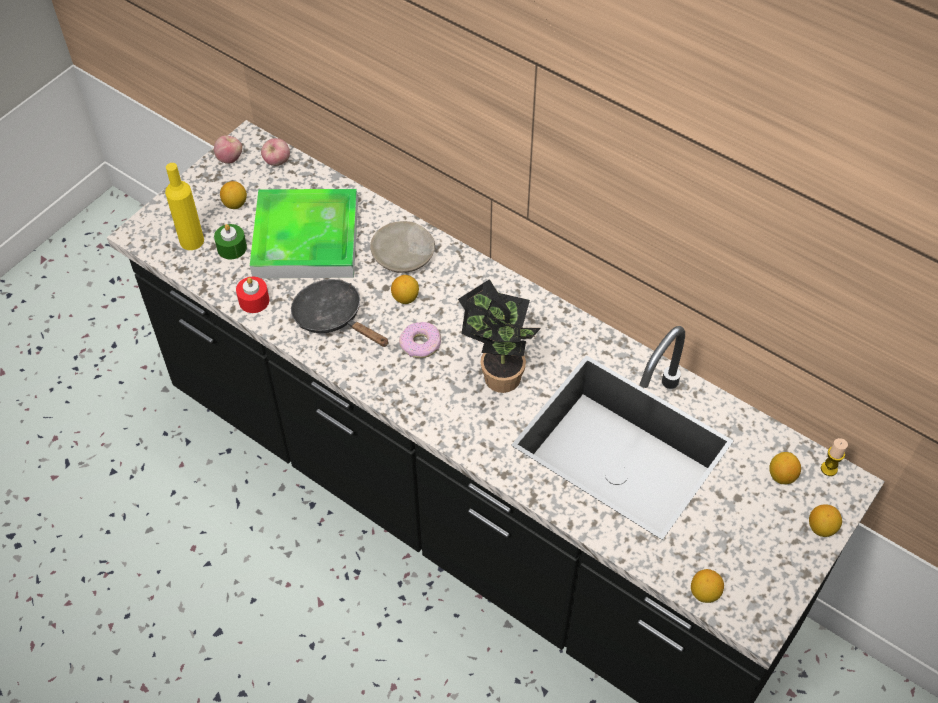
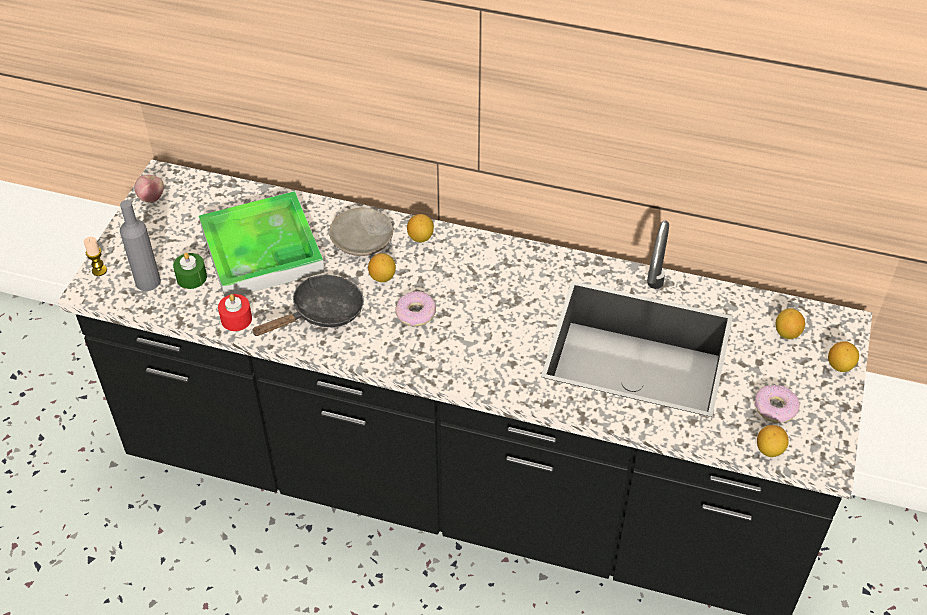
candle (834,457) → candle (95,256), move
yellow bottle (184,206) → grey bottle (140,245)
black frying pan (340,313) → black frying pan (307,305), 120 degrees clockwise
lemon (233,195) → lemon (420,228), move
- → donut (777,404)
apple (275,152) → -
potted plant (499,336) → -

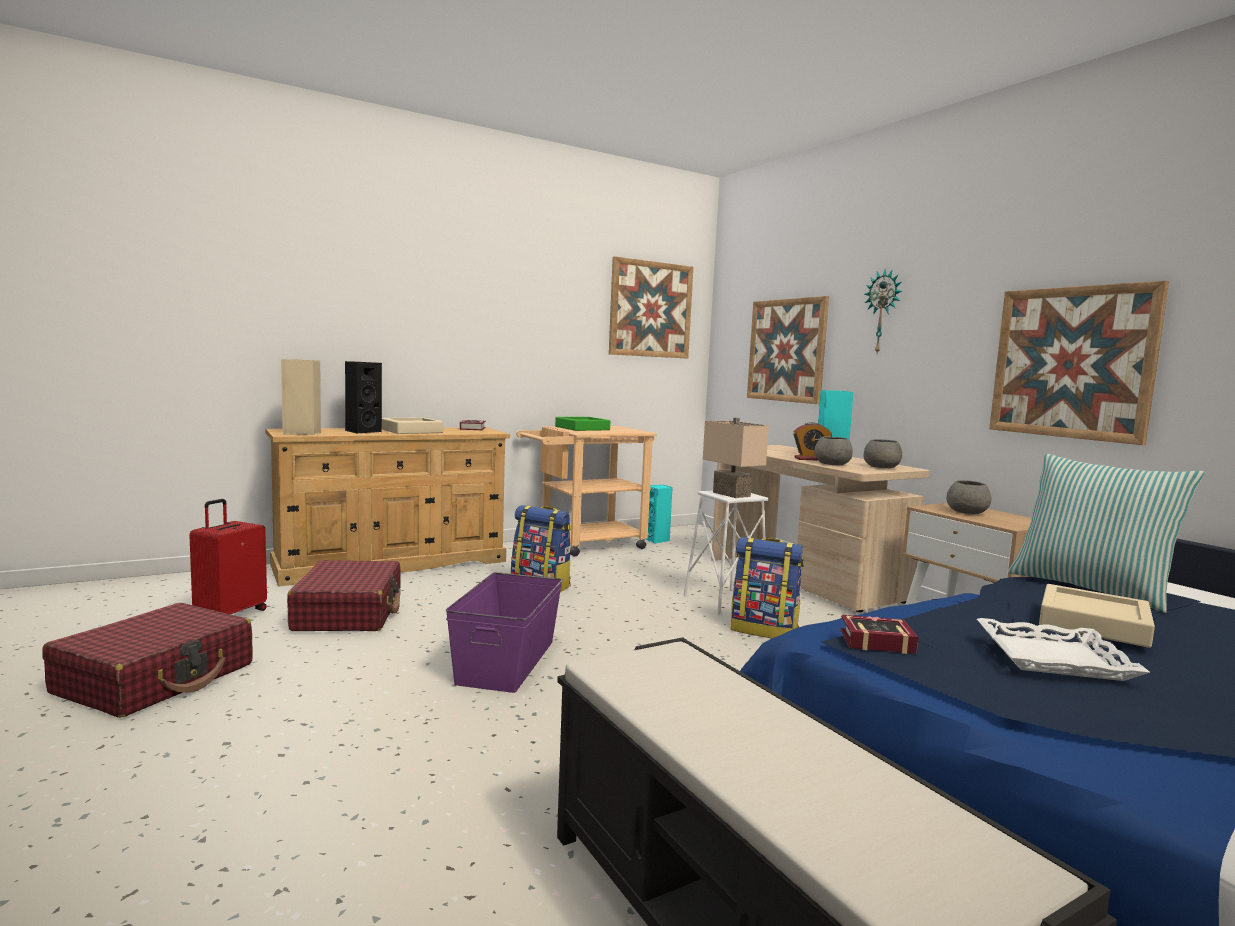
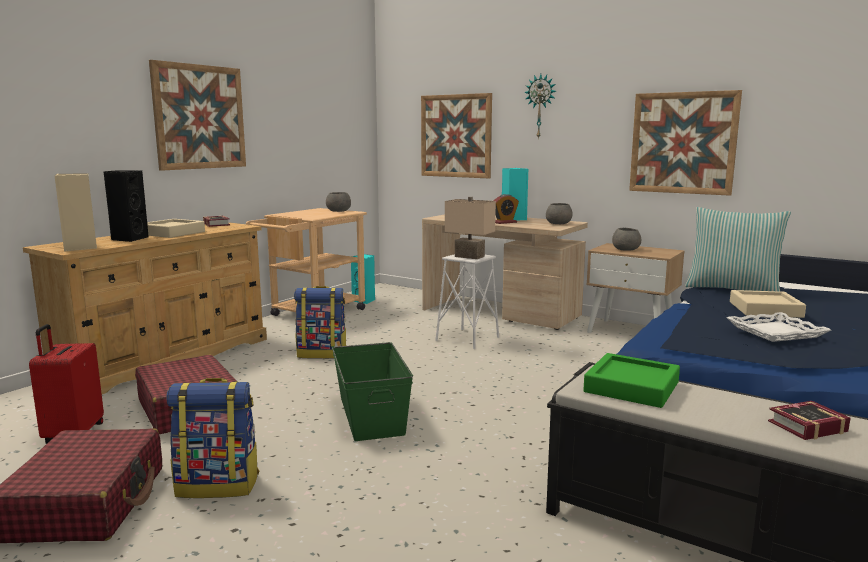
picture (651,307) → picture (197,115), move
backpack (767,587) → backpack (212,438), move
grey bowl (833,451) → grey bowl (338,202), move
purple storage box (504,632) → green storage box (372,391)
green tray (582,424) → green tray (631,380), move
book (879,634) → book (809,420), move

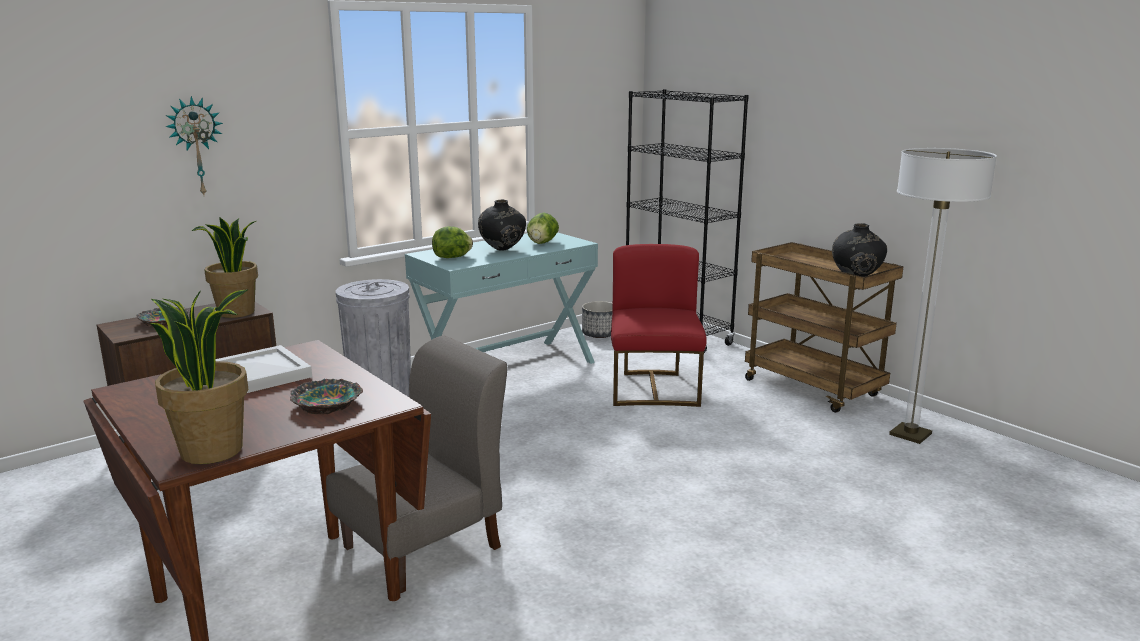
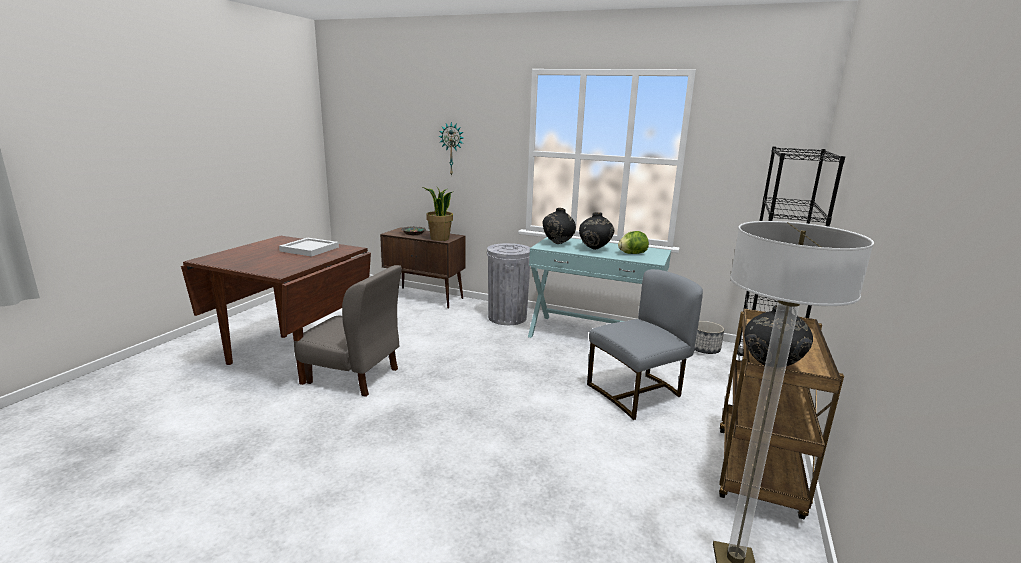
lettuce (452,242) → black vase (559,226)
red chair (659,325) → grey chair (645,344)
potted plant (199,376) → -
bowl (326,396) → -

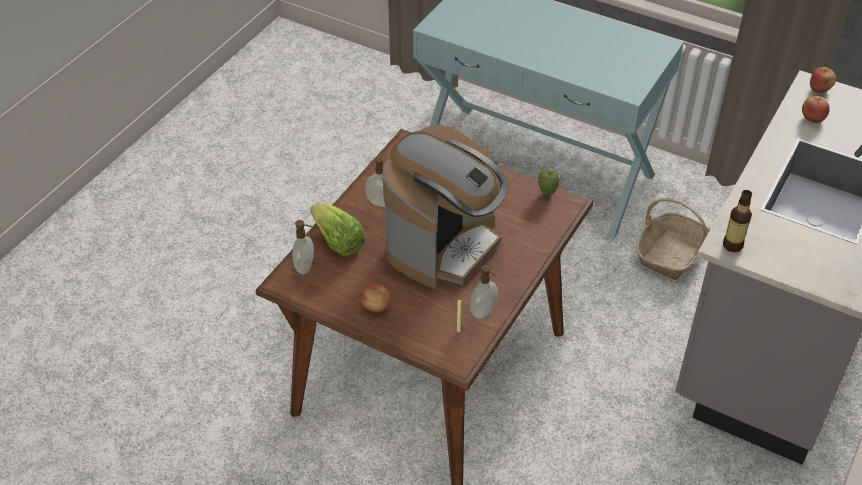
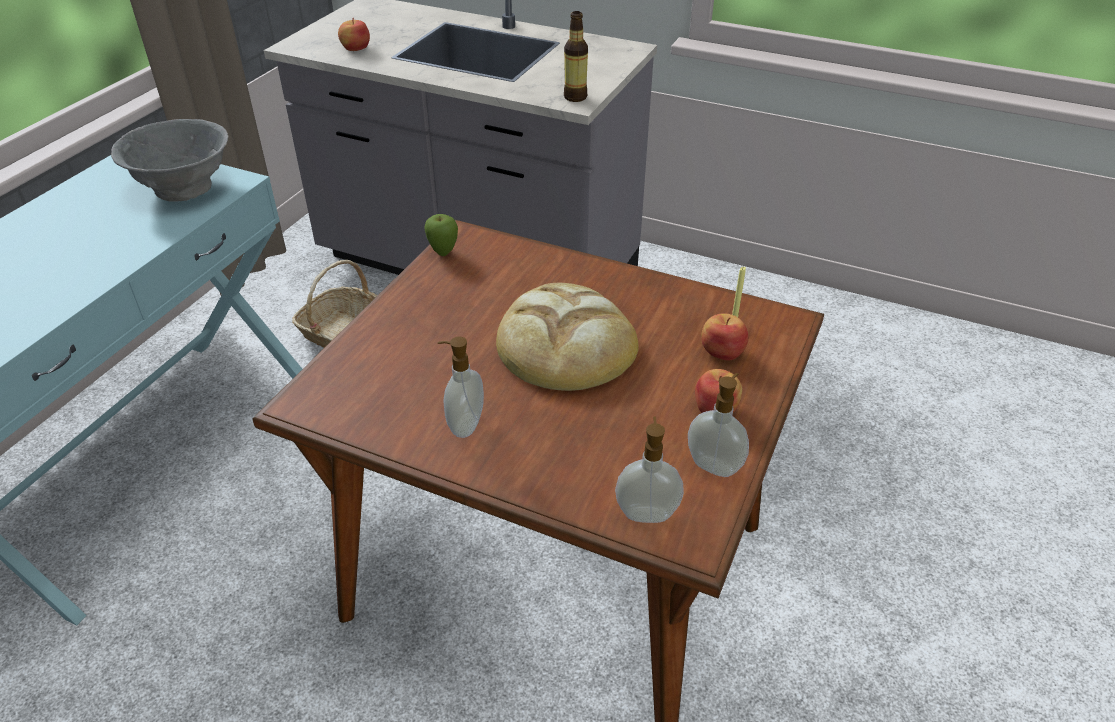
- → grey bowl (169,160)
coffee machine (445,207) → bread (567,336)
soap dispenser (484,292) → soap dispenser (718,425), move
apple (823,80) → apple (724,337), move
lettuce (338,229) → -

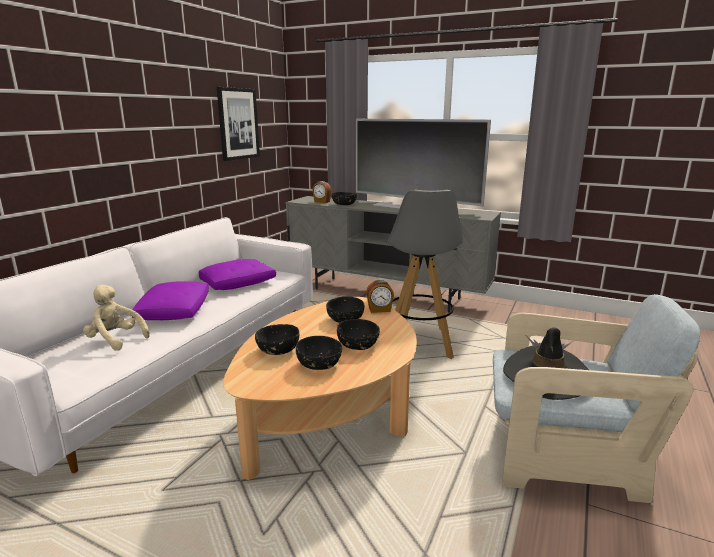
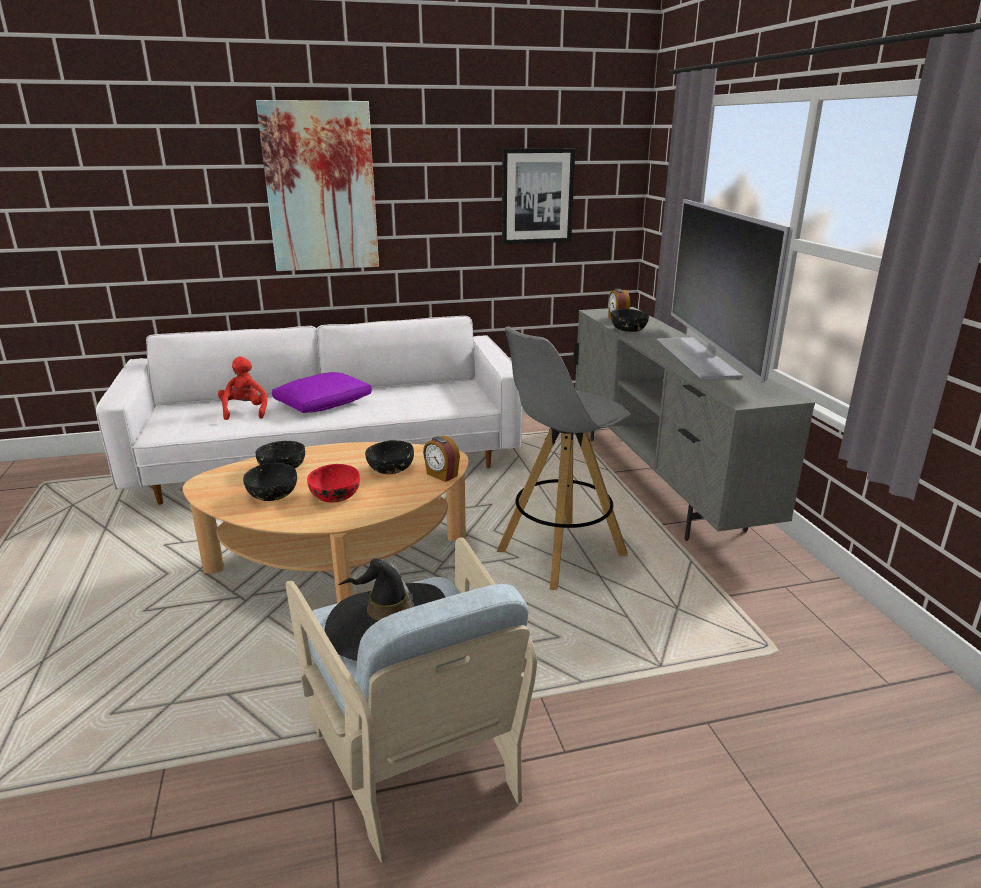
beige plush toy (116,318) → red plush toy (242,388)
- → picture (317,185)
black bowl (358,334) → red bowl (333,483)
purple pillow (237,274) → -

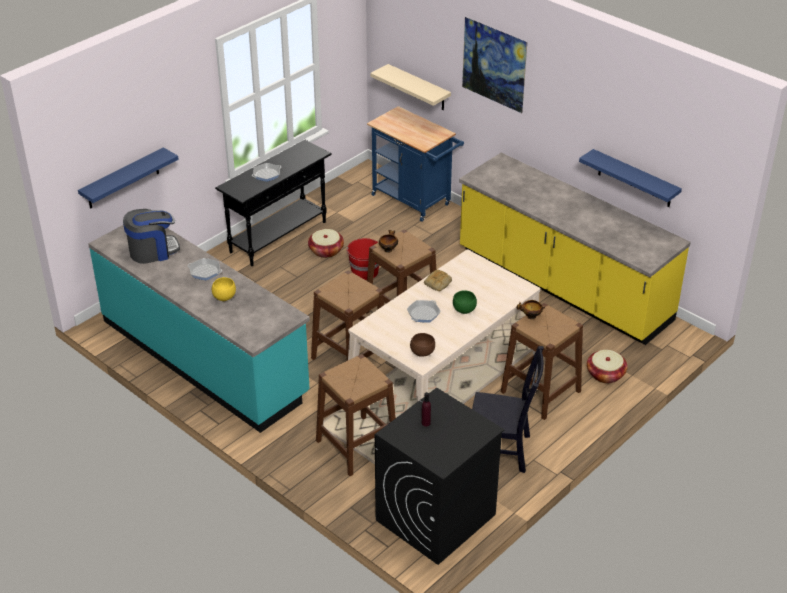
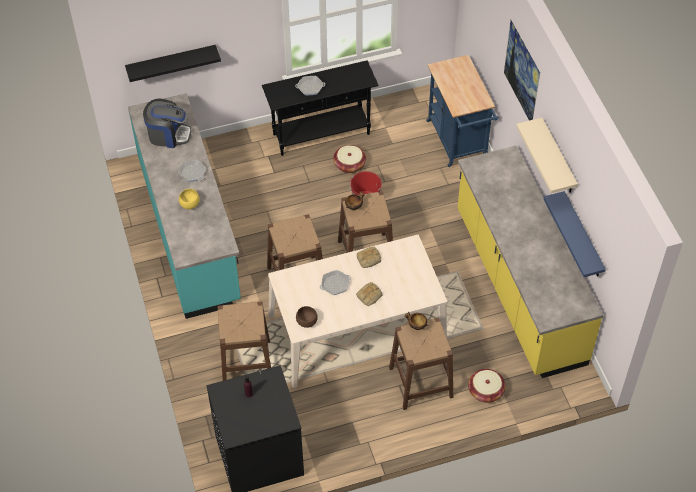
blue shelf (128,178) → black shelf (173,63)
green bowl (465,302) → bread (369,294)
beige shelf (410,87) → beige shelf (547,155), move
black chair (508,409) → -

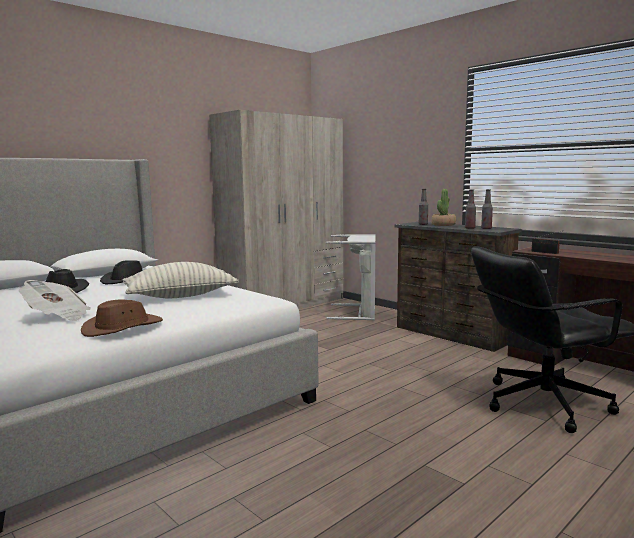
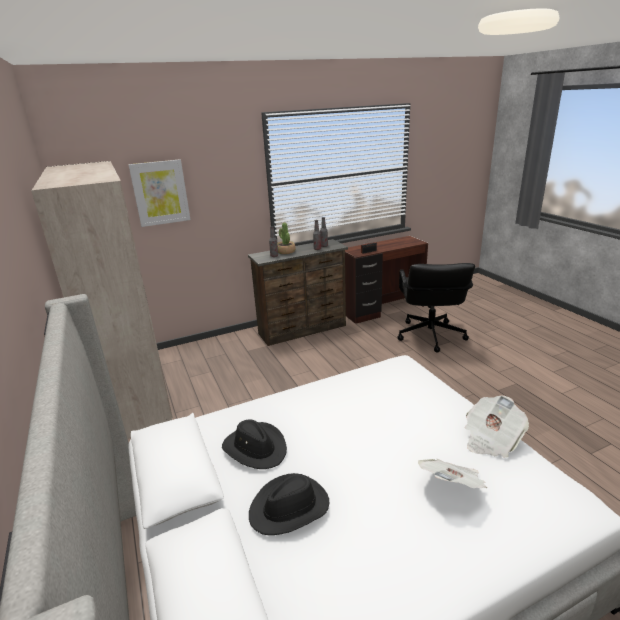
- → picture (159,193)
brown hat (122,318) → newspaper (497,426)
pillow (181,280) → -
grey laundry basket (351,277) → -

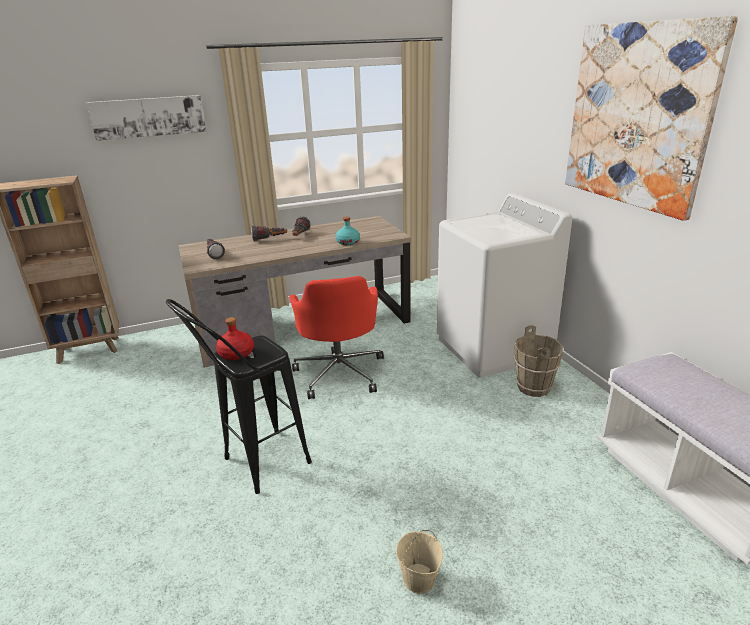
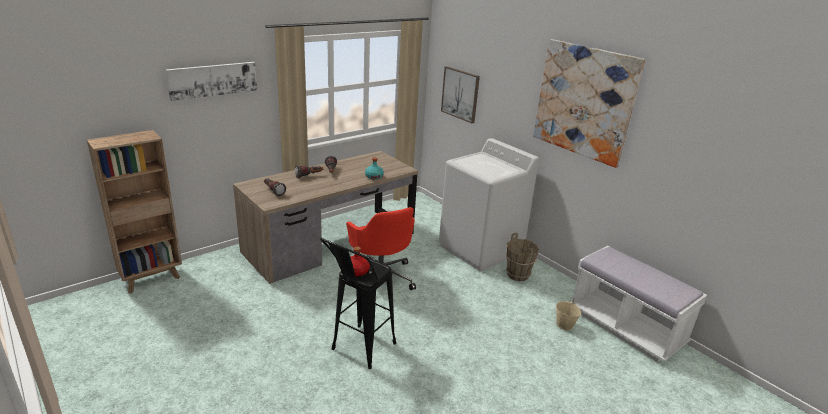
- → picture (460,94)
beige bucket (419,562) → beige bucket (568,314), move

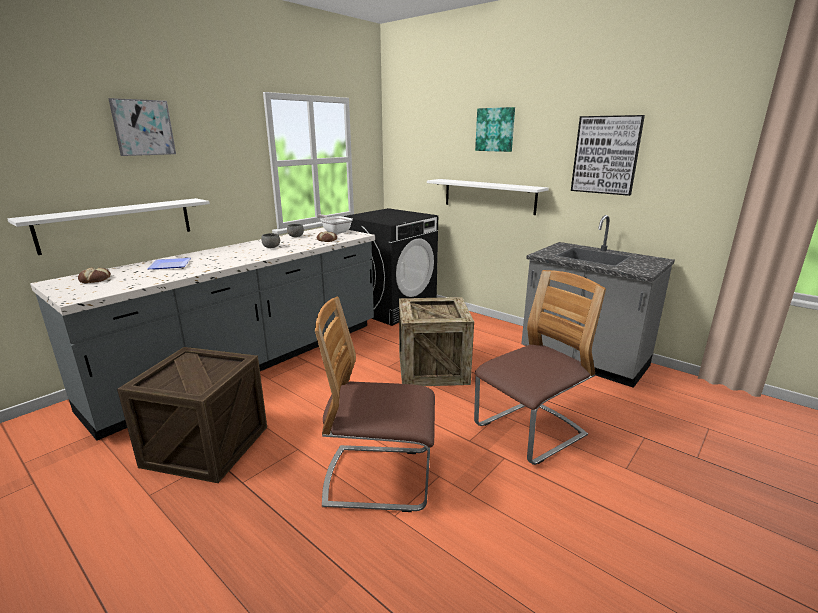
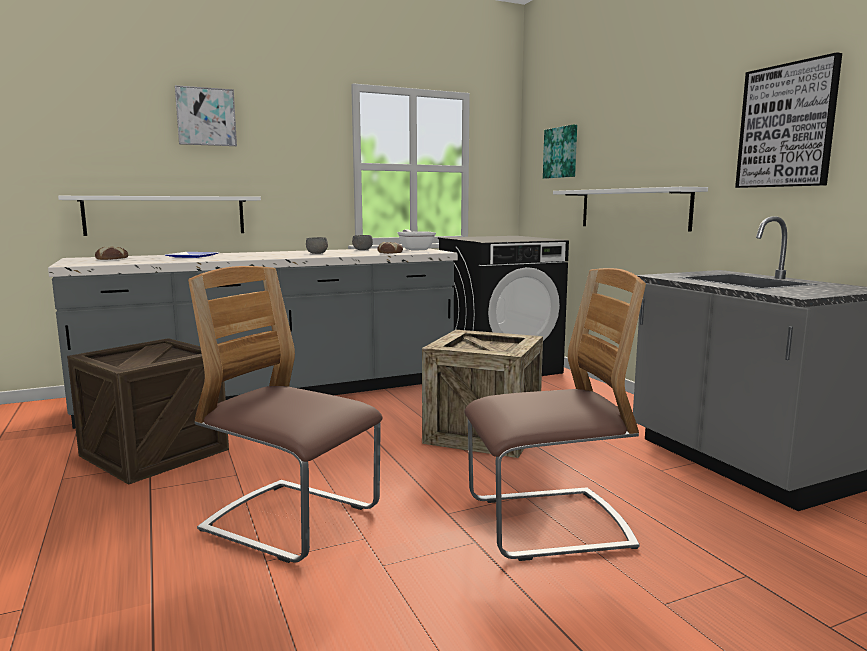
picture (495,129) → picture (560,152), move

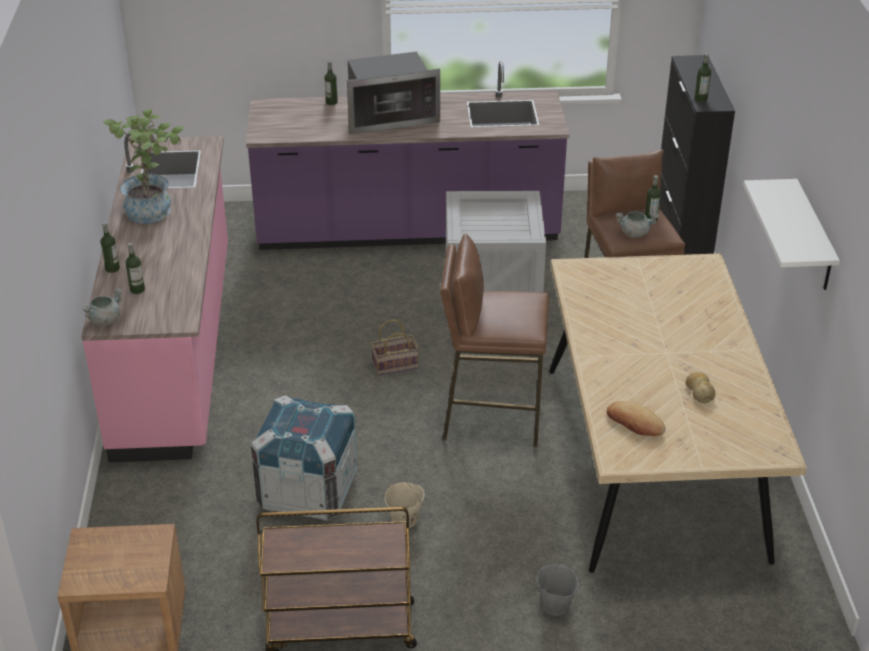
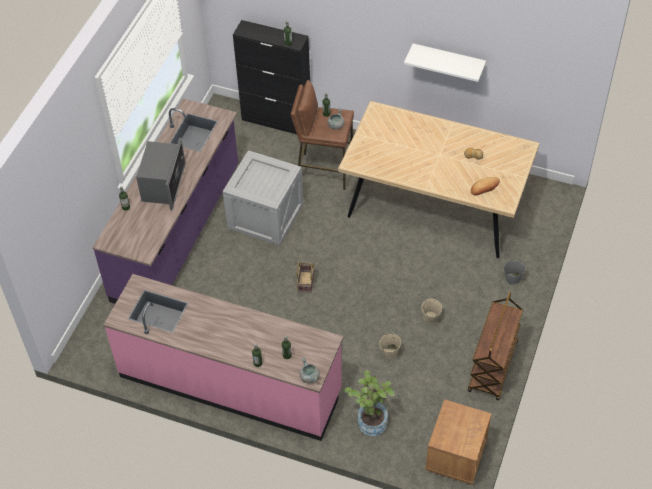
potted plant (143,166) → potted plant (369,403), move
crate (304,457) → beige bucket (390,346)
brown stool (494,340) → -

